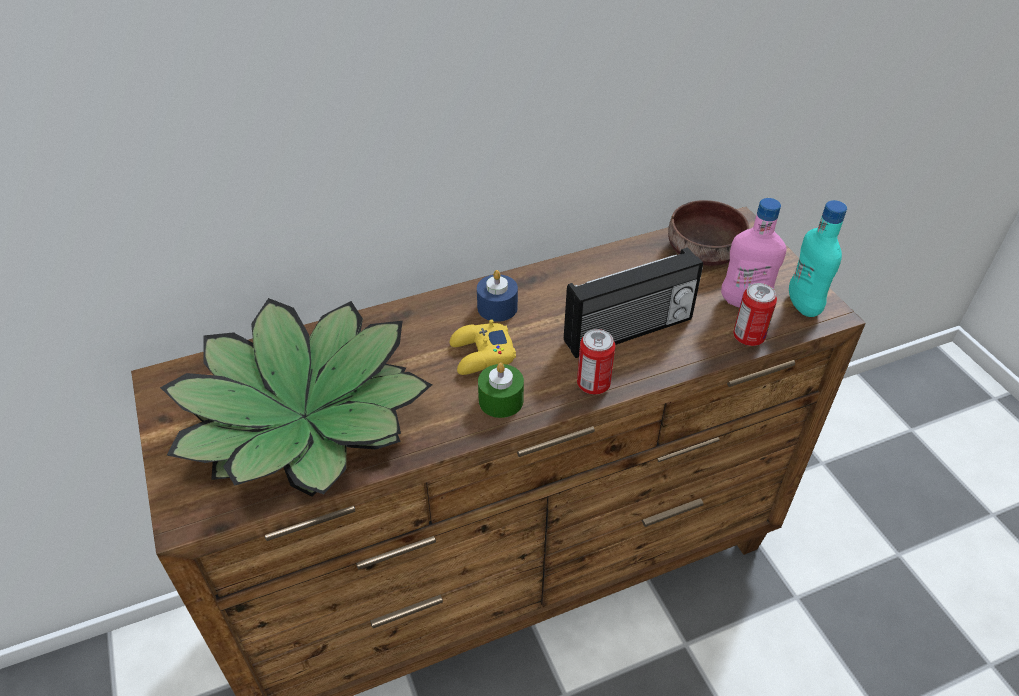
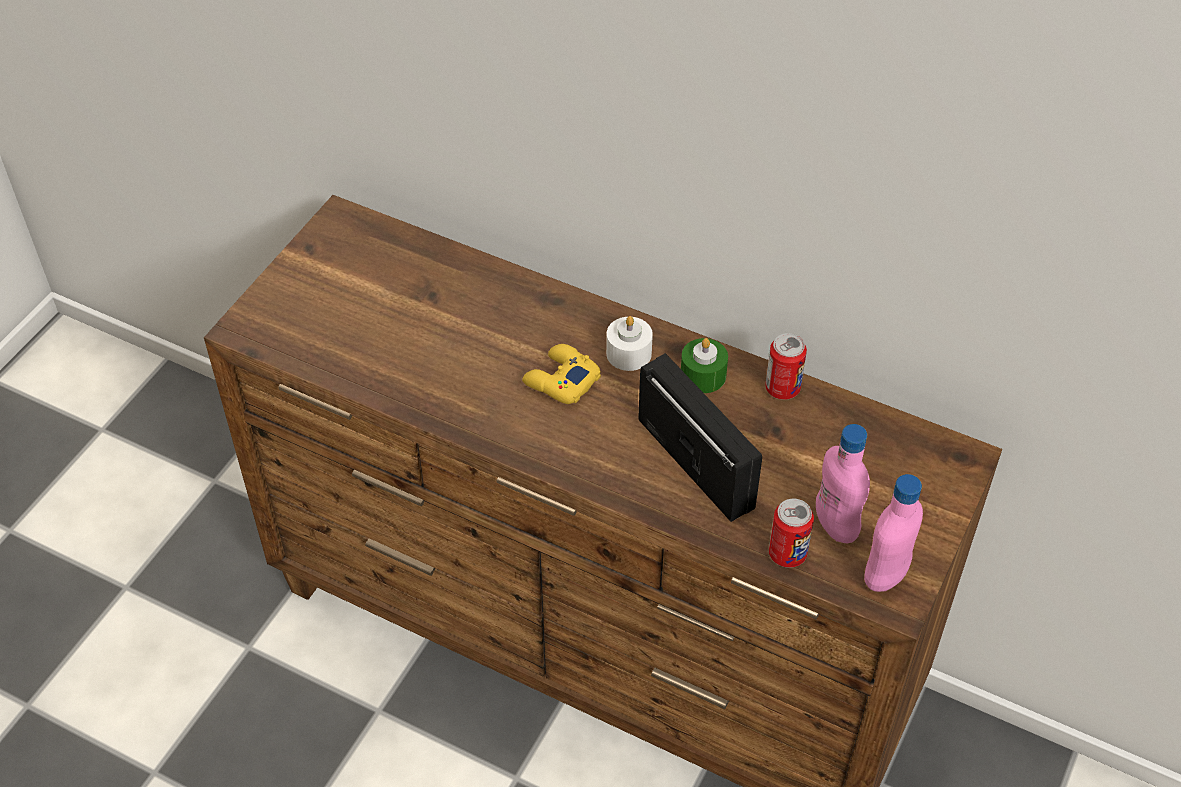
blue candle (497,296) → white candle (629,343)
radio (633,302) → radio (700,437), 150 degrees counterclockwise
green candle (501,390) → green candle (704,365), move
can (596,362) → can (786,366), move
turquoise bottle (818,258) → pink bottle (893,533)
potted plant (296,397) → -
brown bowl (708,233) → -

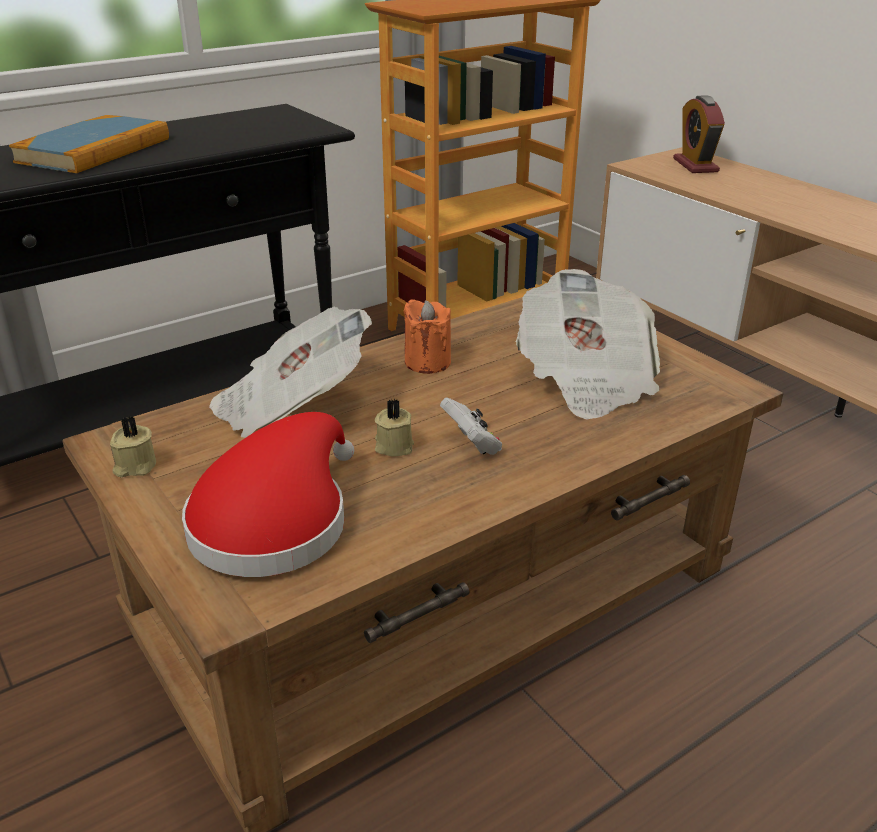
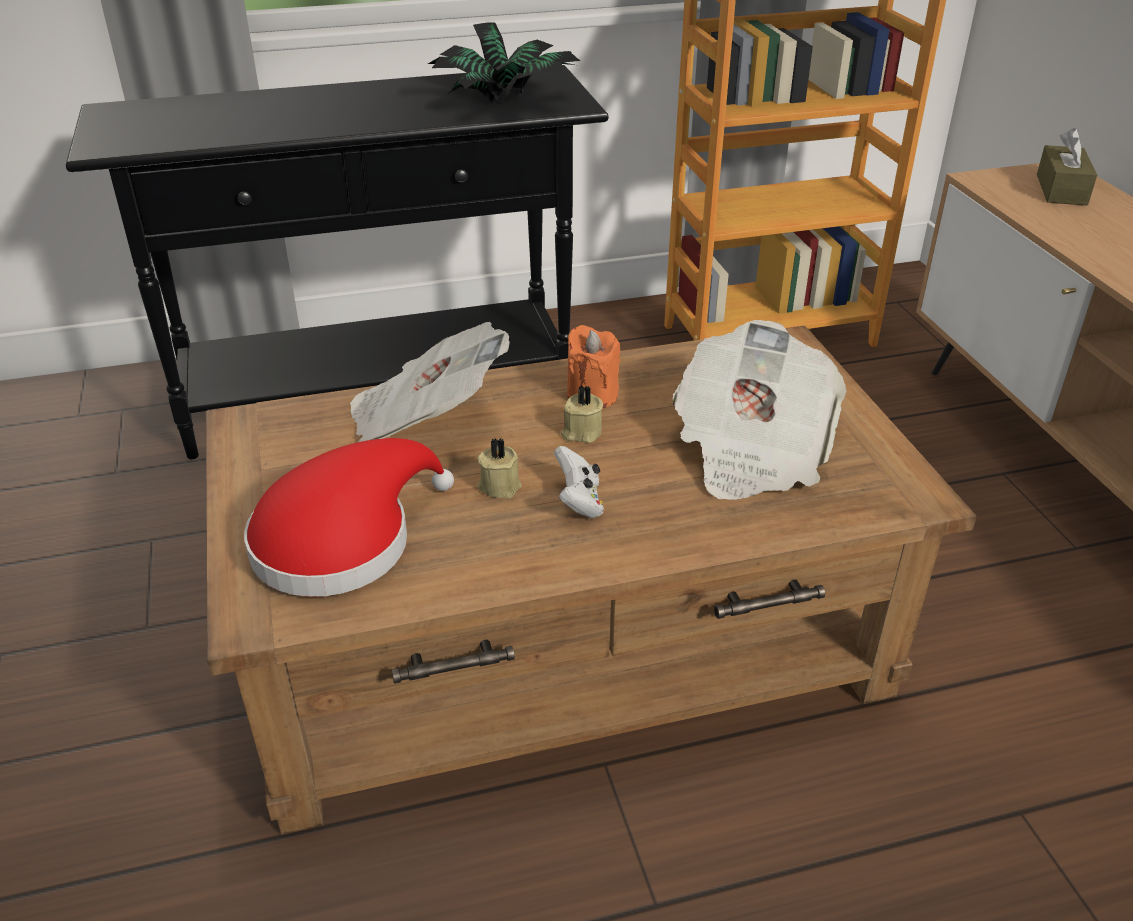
- → potted plant (504,62)
beige candle (133,447) → beige candle (582,414), move
alarm clock (699,134) → brown tissue box (1067,167)
book (89,144) → -

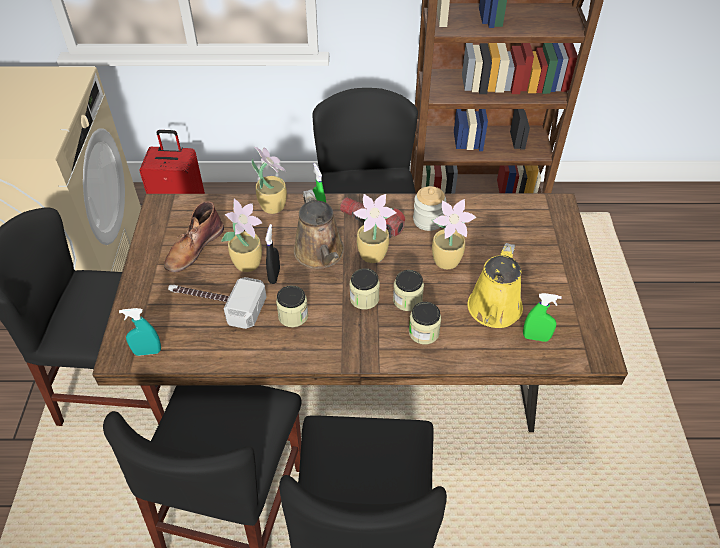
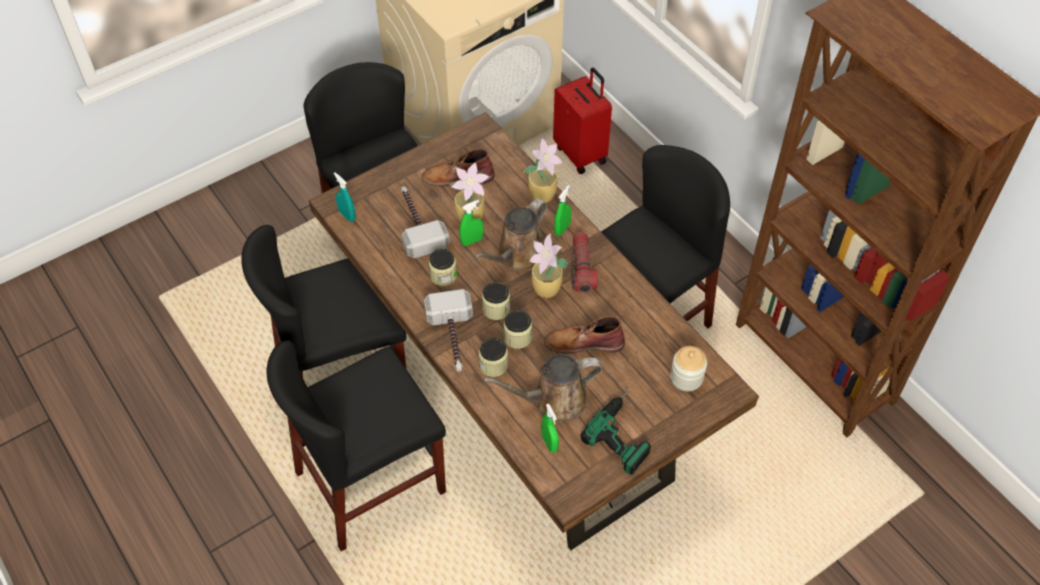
- → hammer (448,330)
black spray bottle (272,254) → green spray bottle (471,223)
yellow watering can (495,285) → brown watering can (543,388)
potted plant (454,234) → brown boot (584,335)
- → power drill (615,432)
jar (429,208) → jar (688,368), move

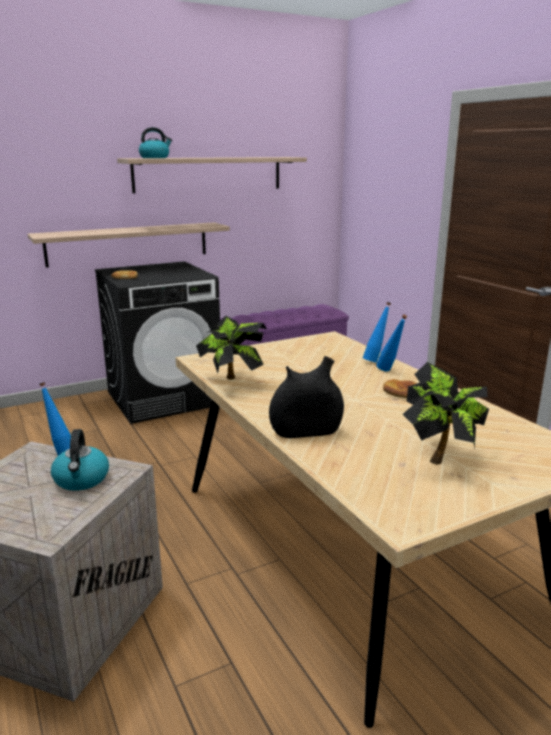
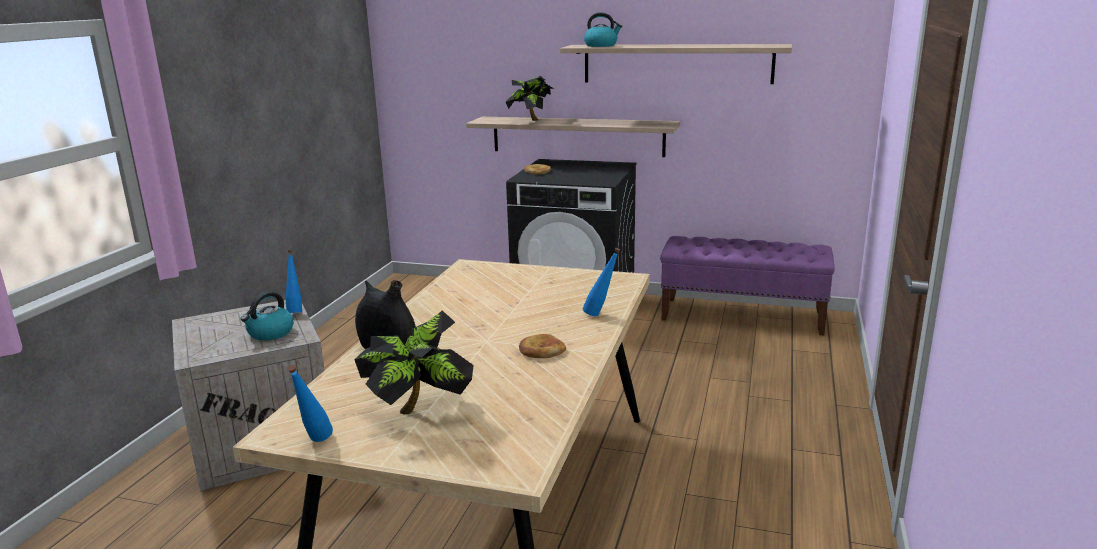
blue bottle (391,342) → blue bottle (310,403), move
potted plant (231,348) → potted plant (530,98), move

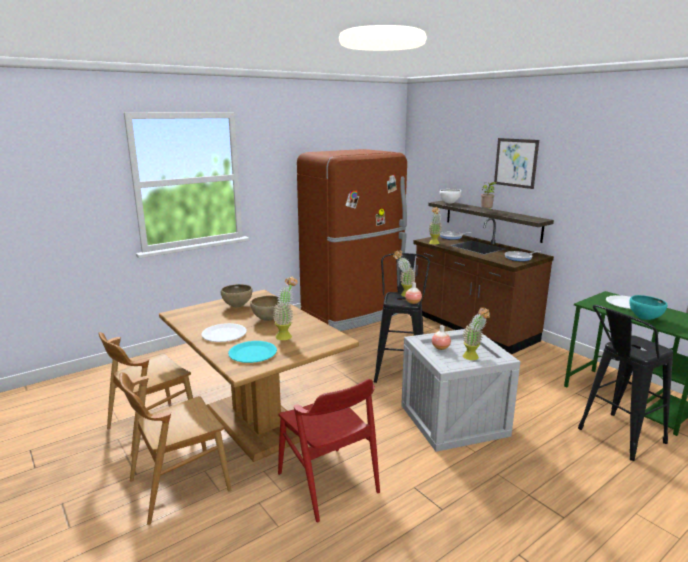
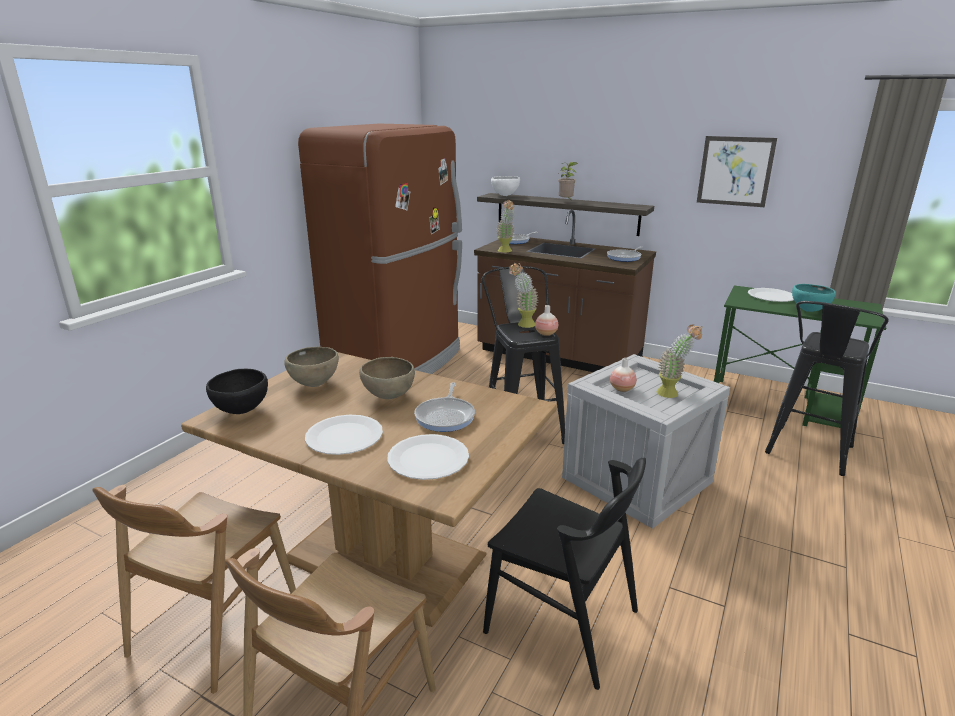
- → black bowl (237,391)
turquoise plate (252,352) → white plate (428,457)
potted plant (285,308) → frying pan (444,407)
red chair (329,450) → black chair (564,574)
picture (516,163) → picture (737,171), move

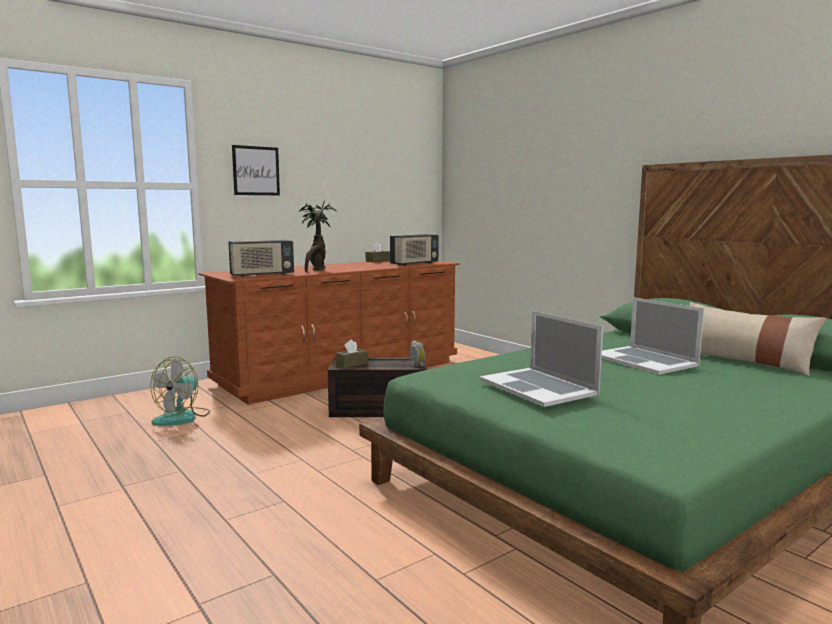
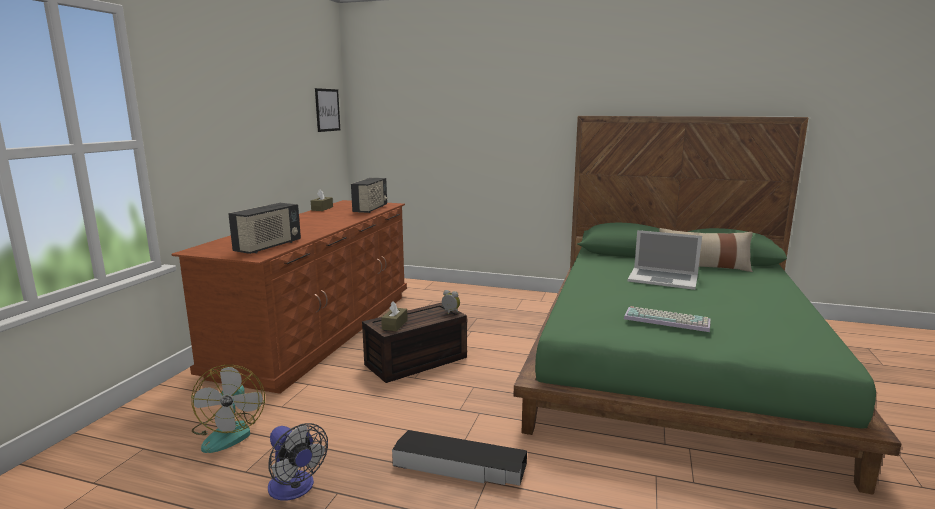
- → fan (298,462)
picture (256,170) → picture (327,110), move
- → black storage box (459,458)
laptop (541,359) → keyboard (667,319)
potted plant (318,235) → -

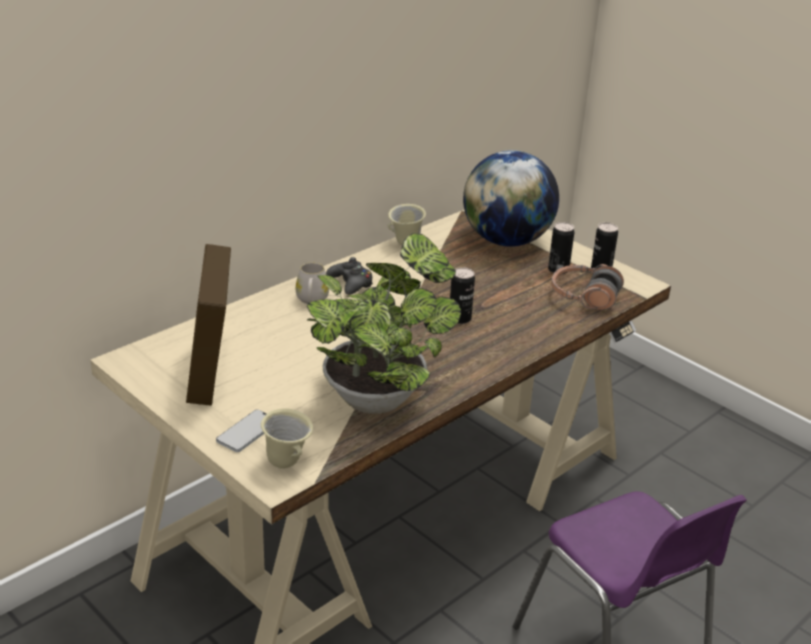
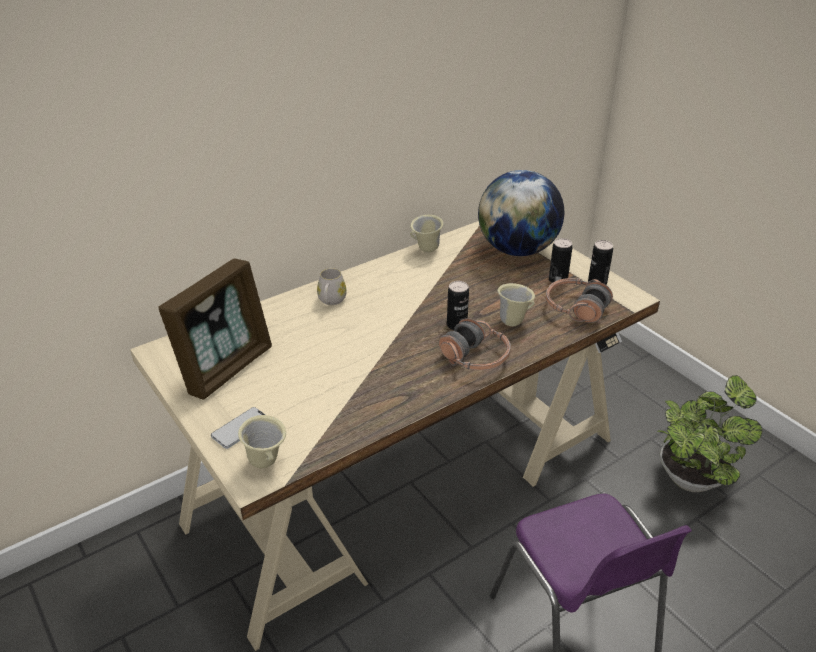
picture frame (208,324) → picture frame (215,329), 150 degrees counterclockwise
- → headphones (475,344)
- → beige mug (516,304)
potted plant (384,323) → potted plant (709,433), move
black game controller (349,276) → -

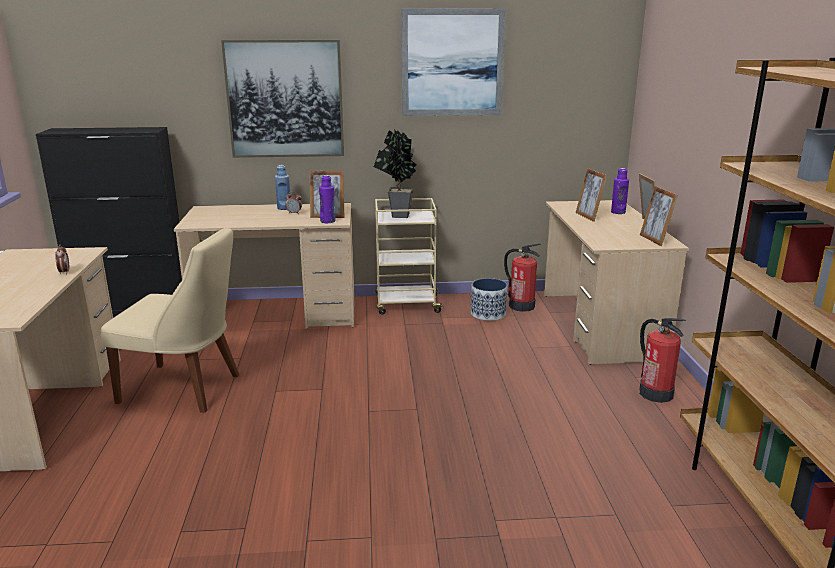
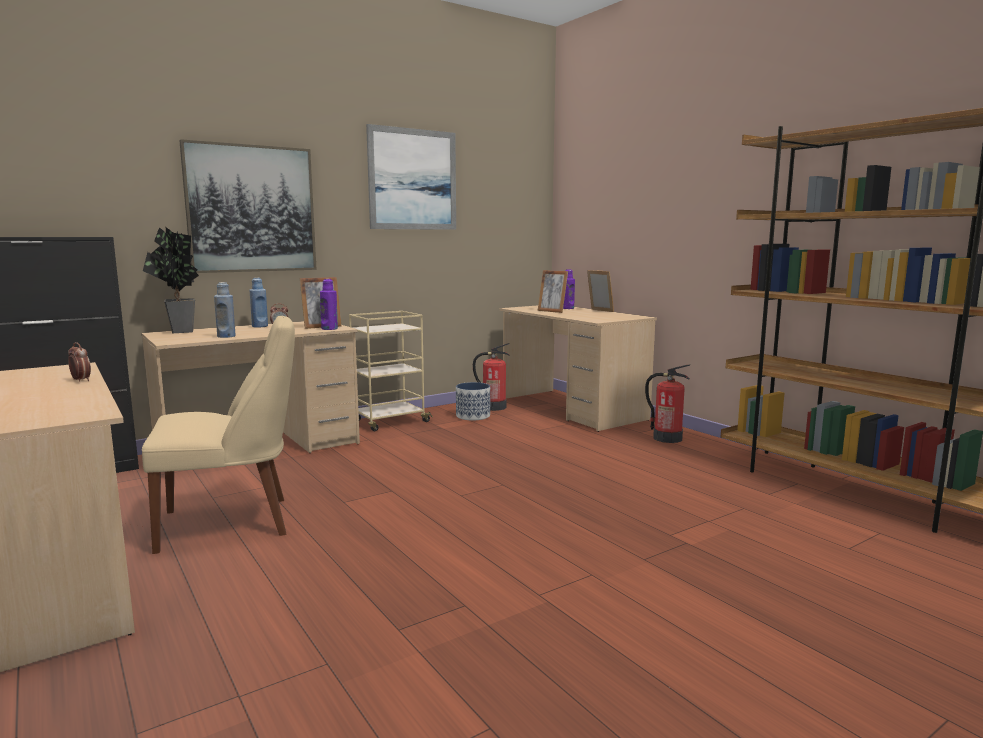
potted plant (395,173) → potted plant (171,280), move
- → blue bottle (225,310)
picture frame (659,216) → -

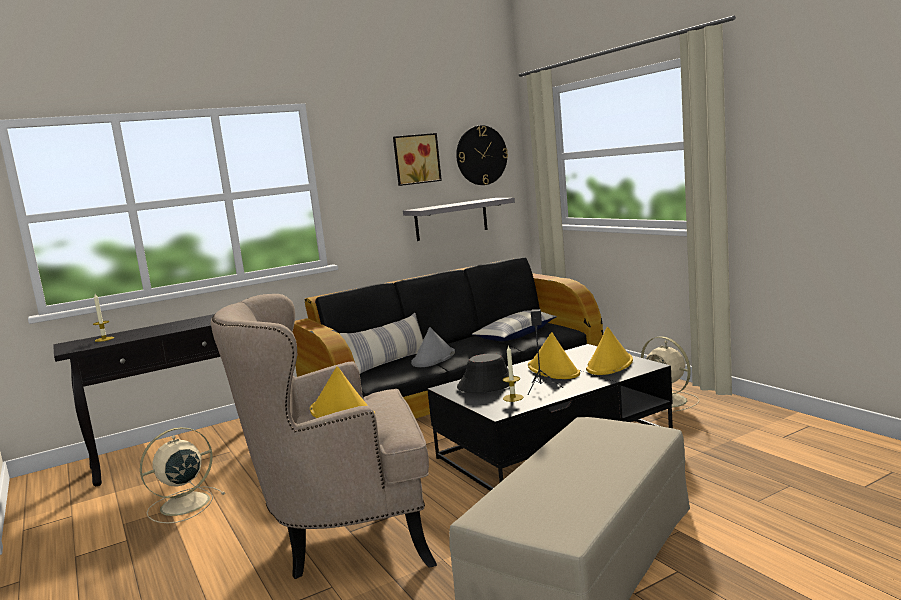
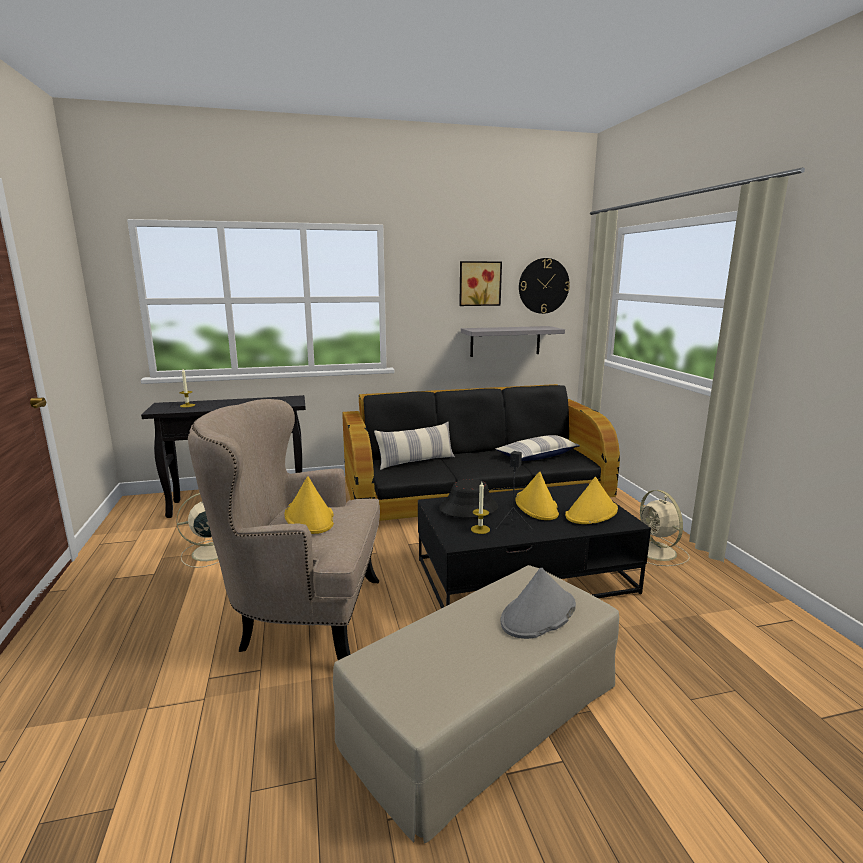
grey hat (433,347) → grey hat (538,603), move

